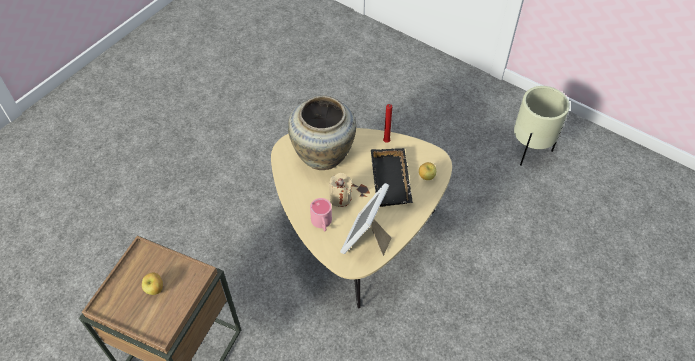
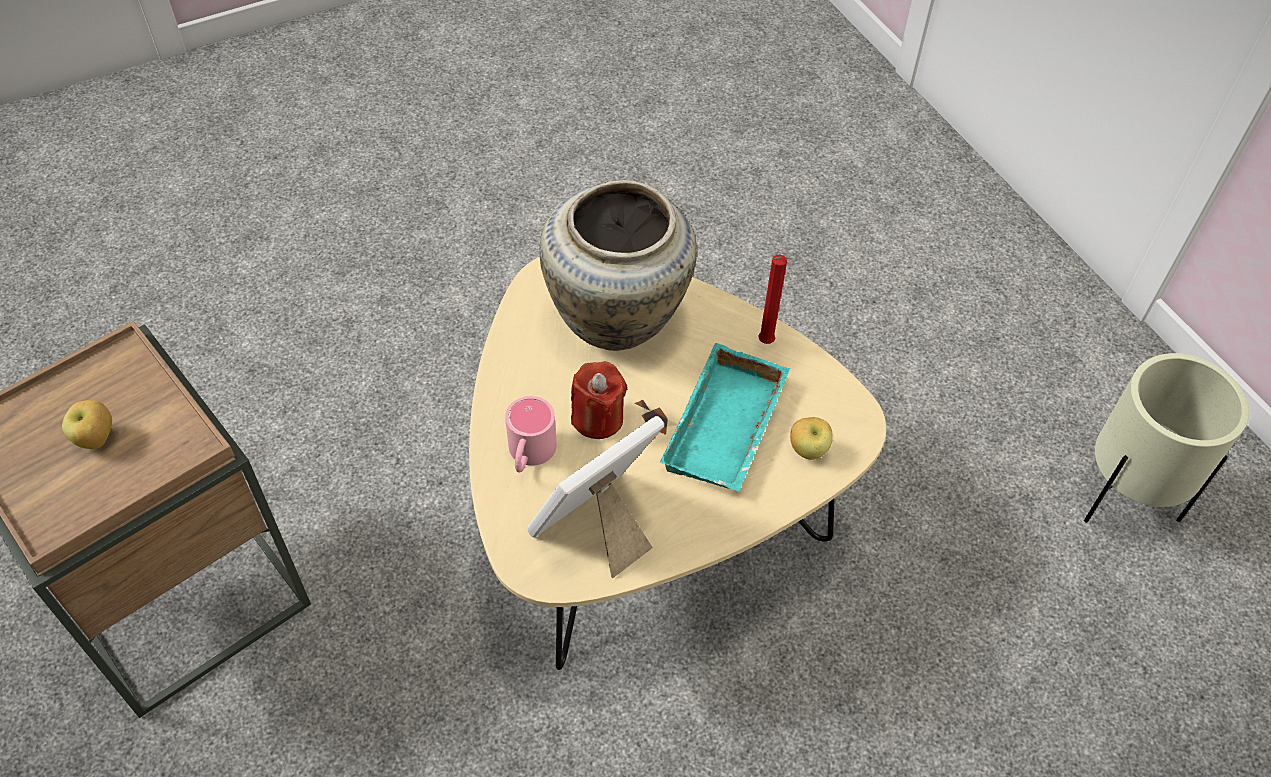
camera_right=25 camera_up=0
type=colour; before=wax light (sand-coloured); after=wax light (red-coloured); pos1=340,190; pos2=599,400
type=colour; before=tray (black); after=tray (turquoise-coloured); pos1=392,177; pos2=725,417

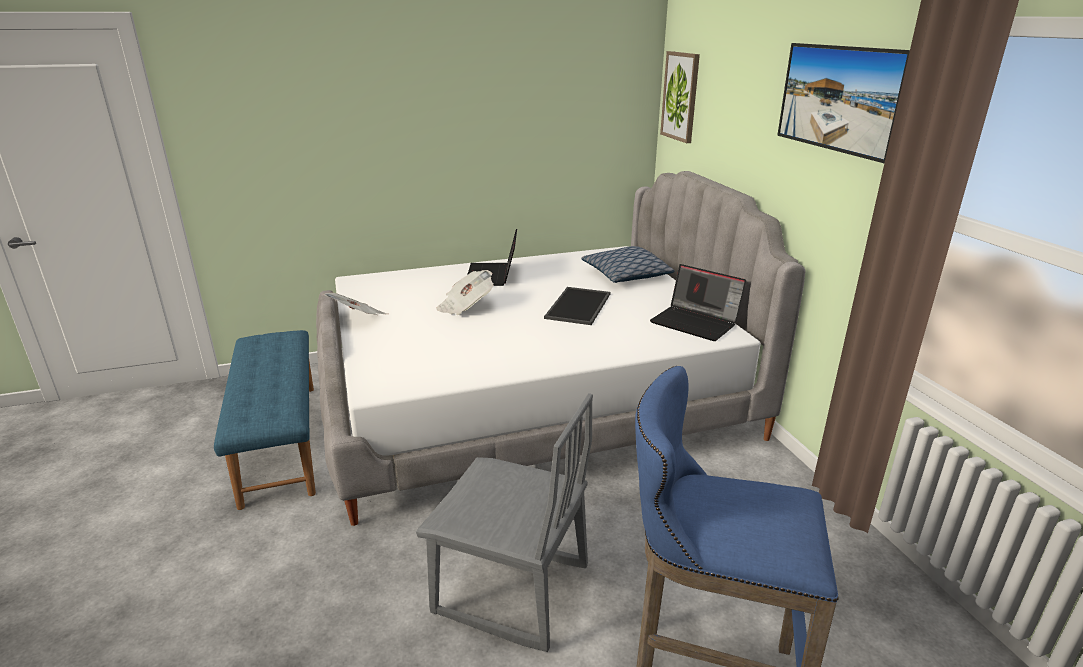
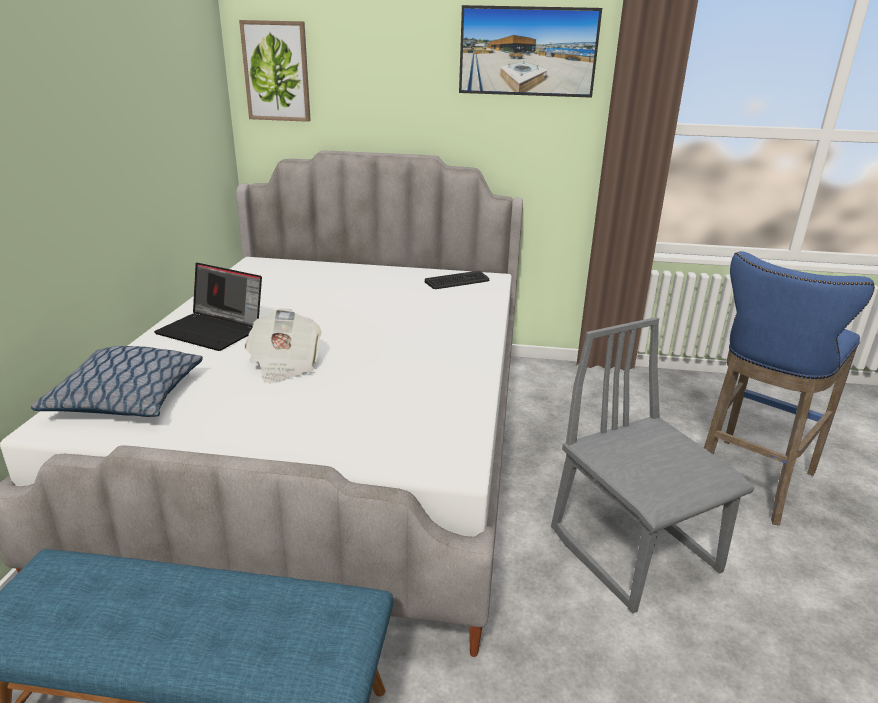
camera_right=-65 camera_up=0
type=missing; before=printed paper; pos1=355,304
type=missing; before=tray; pos1=577,306
type=relocated; before=pillow; pos1=628,264; pos2=117,381
type=exchanged; before=notebook computer; after=computer keyboard; pos1=698,302; pos2=457,280
type=spun; before=plain chair (gray); pos1=504,522; pos2=653,465; turn=-75

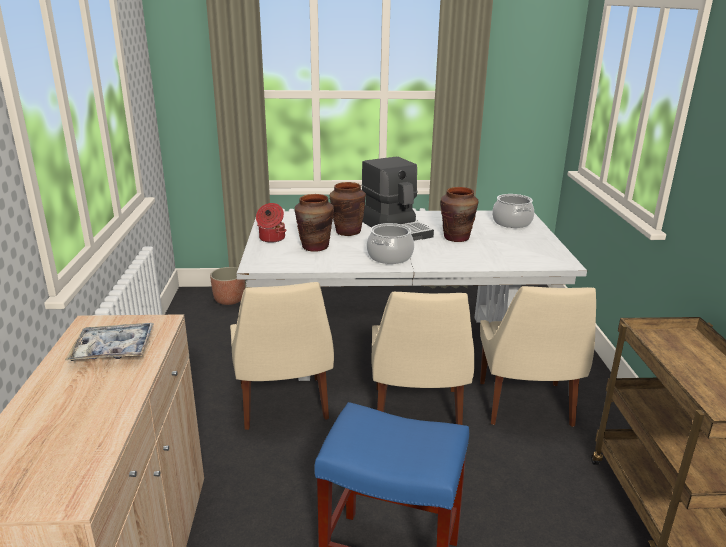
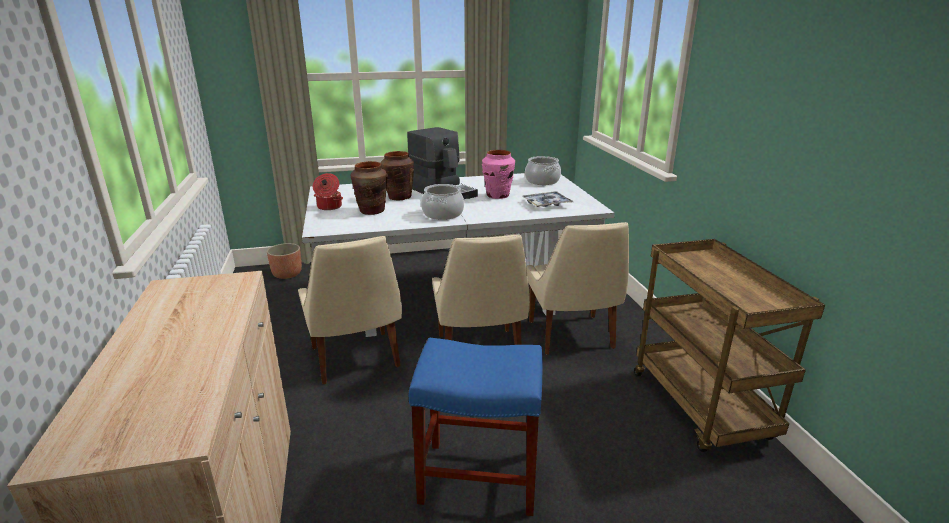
camera_right=-10 camera_up=0
type=relocated; before=tray; pos1=109,342; pos2=547,199
type=colour; before=flower vase (brownish); after=flower vase (pinkish); pos1=459,214; pos2=498,174

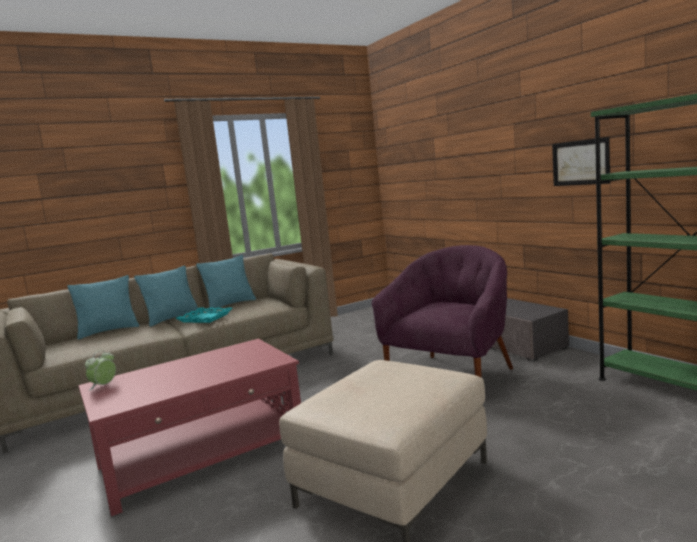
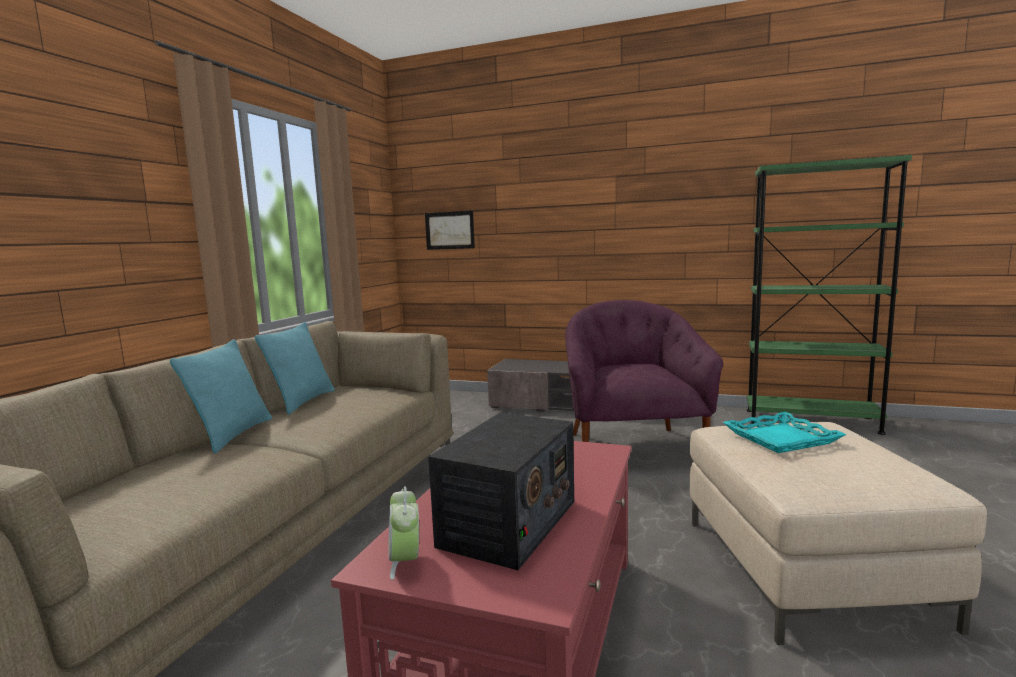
camera_right=-40 camera_up=0
type=missing; before=pillow (turquoise-coloured); pos1=103,307
type=appeared; after=radio; pos2=501,491
type=relocated; before=tray (turquoise-coloured); pos1=204,315; pos2=784,432
type=relocated; before=wall picture; pos1=581,161; pos2=450,230

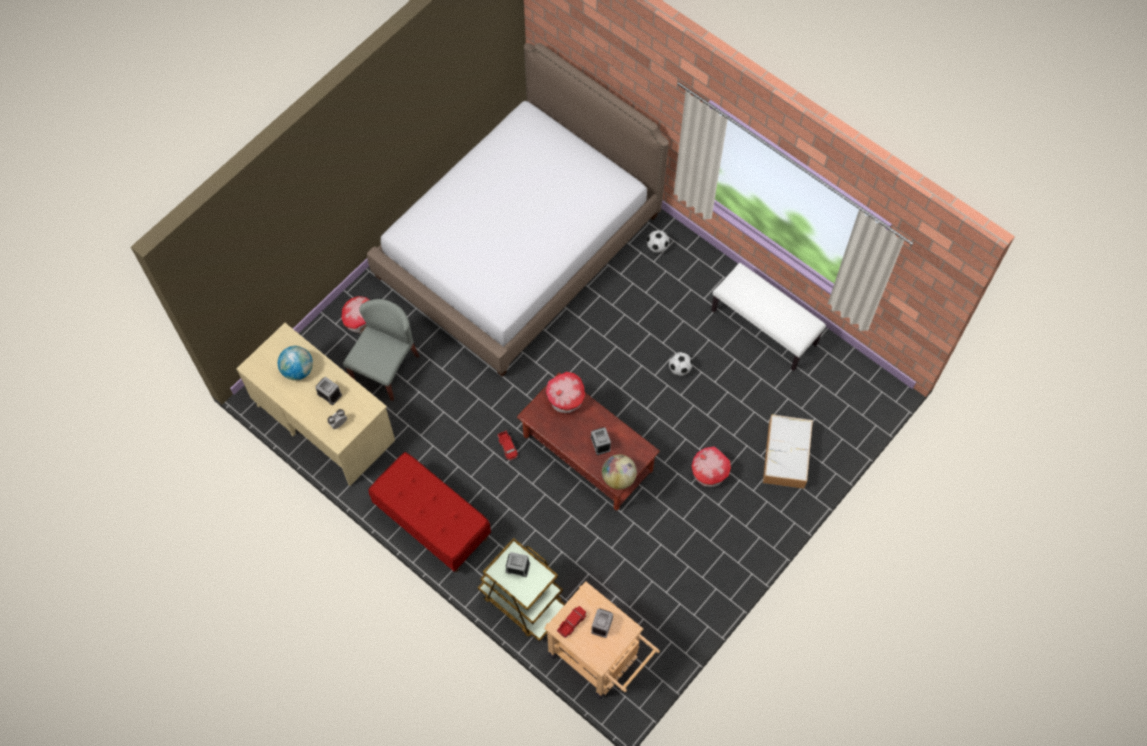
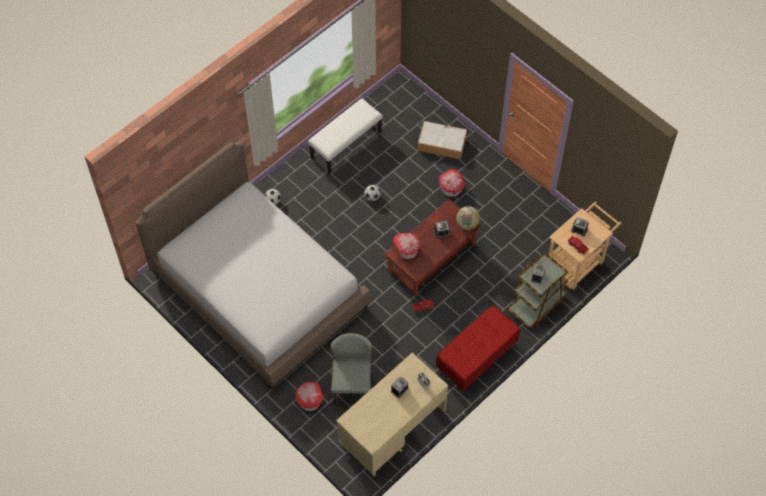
camera_right=-85 camera_up=-5
type=missing; before=desk globe; pos1=295,363
type=spun; before=plain chair (gray); pos1=381,350; pos2=351,368; turn=60

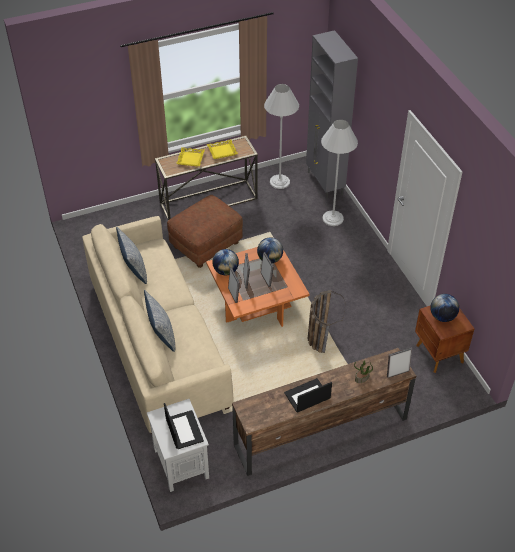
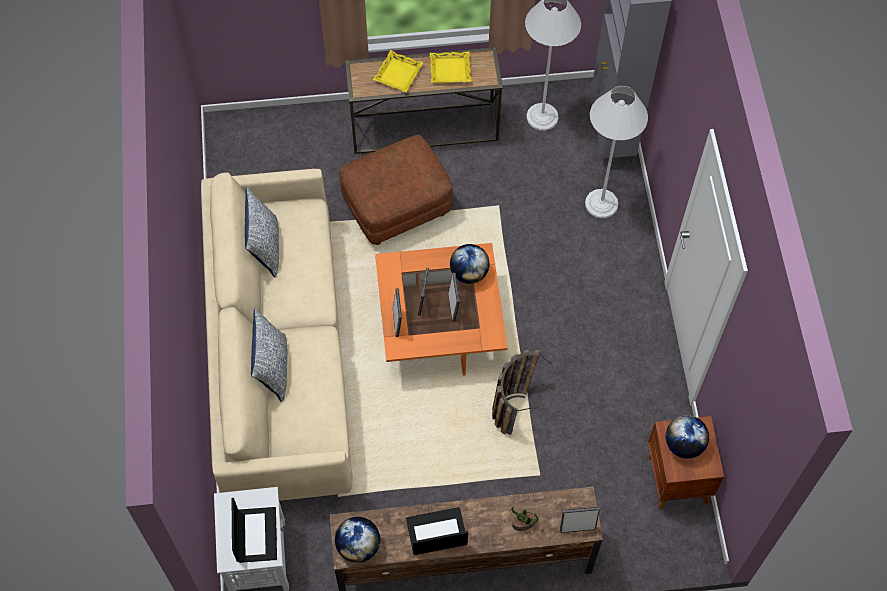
camera_right=15 camera_up=15
type=relocated; before=desk globe; pos1=225,262; pos2=357,540

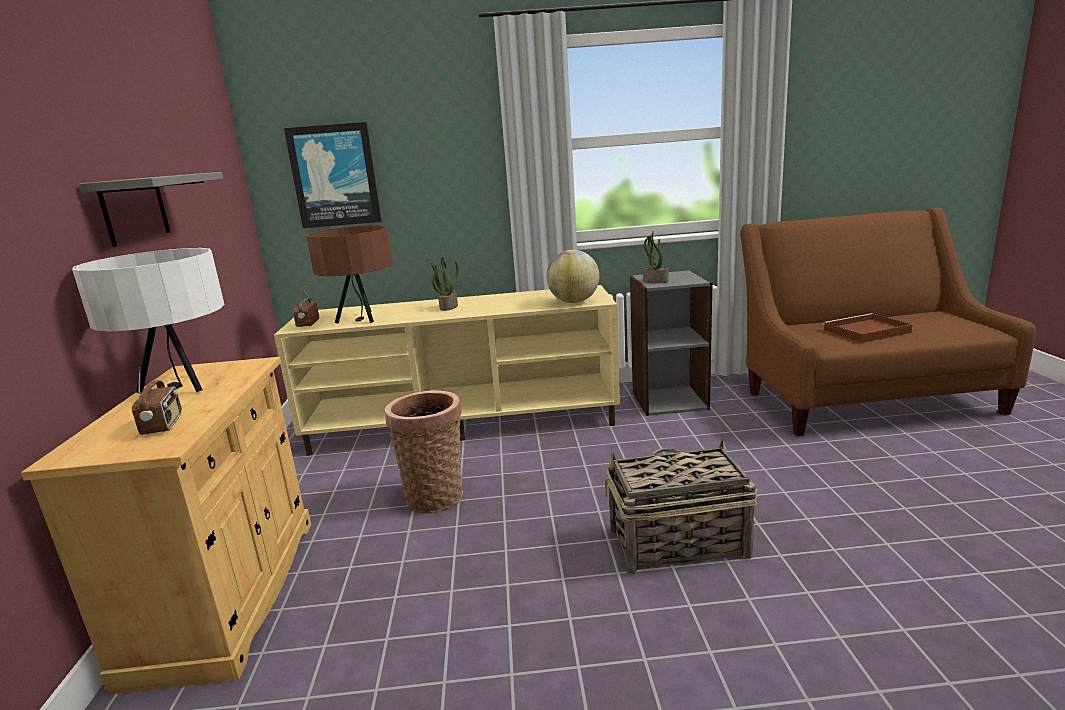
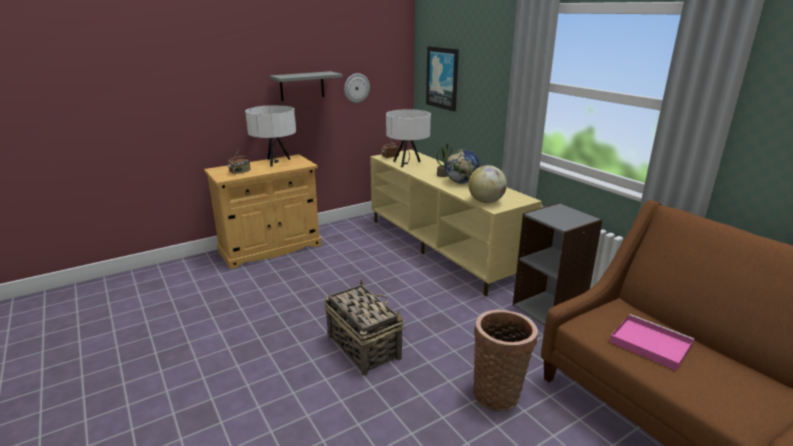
camera_right=60 camera_up=5
type=missing; before=potted plant; pos1=656,257
type=appeared; after=hanging clock; pos2=357,88
type=appeared; after=desk globe; pos2=462,166
type=relocated; before=storage basket; pos1=424,451; pos2=505,360
type=colour; before=lamp for a table (brownish); after=lamp for a table (whitish); pos1=349,274; pos2=408,138
type=colour; before=tray (brownish); after=tray (pinkish); pos1=868,328; pos2=651,342

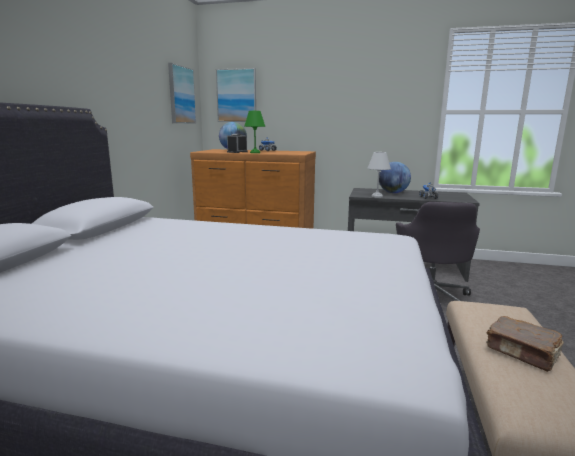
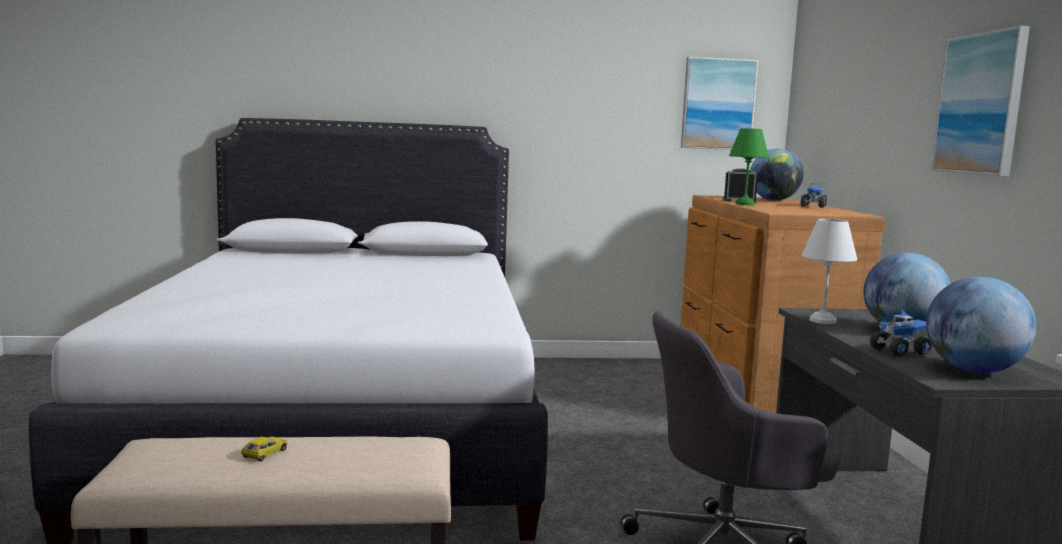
camera_right=70 camera_up=-5
type=appeared; after=desk globe; pos2=981,325
type=relocated; before=wall picture; pos1=236,95; pos2=980,101
type=exchanged; before=bound book (brownish); after=miniature car; pos1=525,344; pos2=264,449

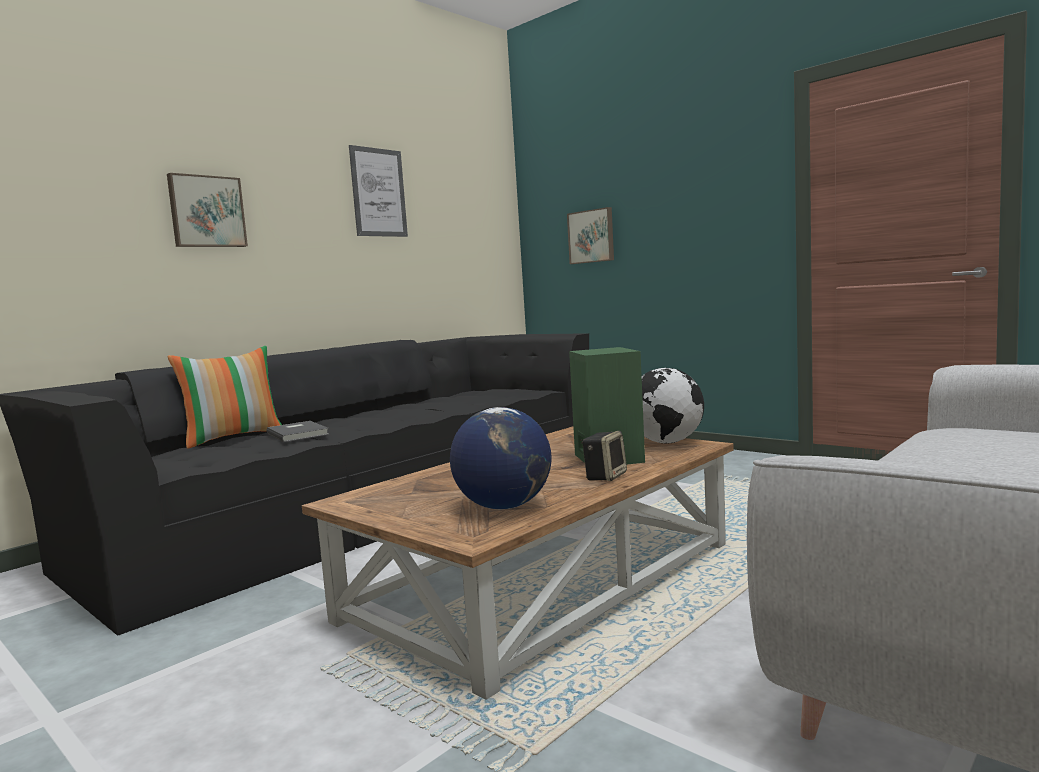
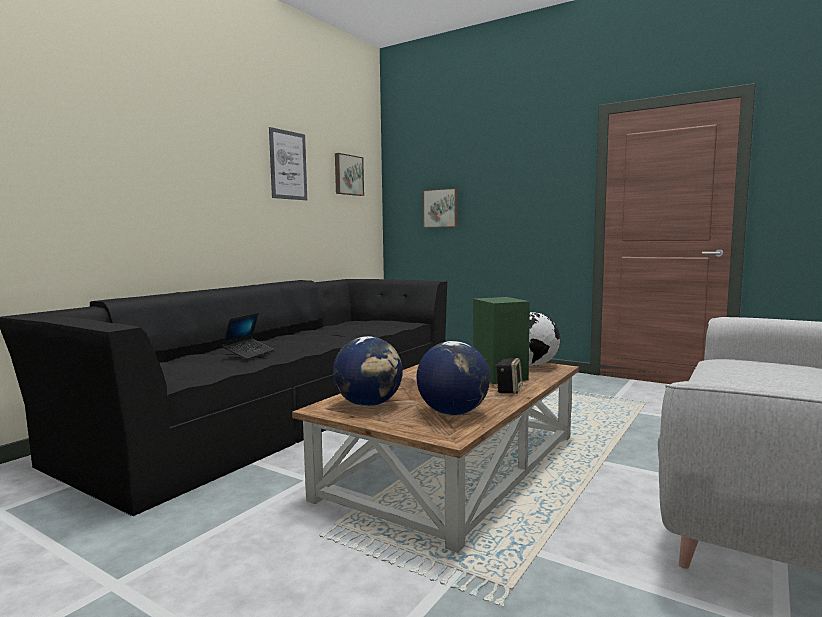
camera_right=-10 camera_up=0
type=missing; before=pillow; pos1=224,397
type=appeared; after=desk globe; pos2=368,371
type=relocated; before=wall picture; pos1=207,210; pos2=349,174
type=exchanged; before=bound book (gray); after=notebook computer; pos1=298,431; pos2=248,336

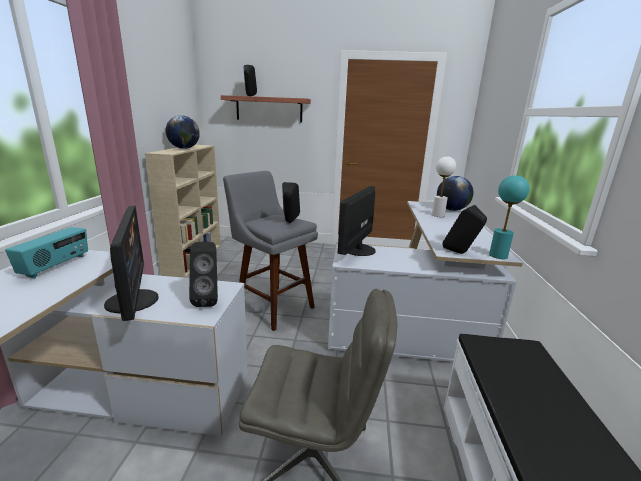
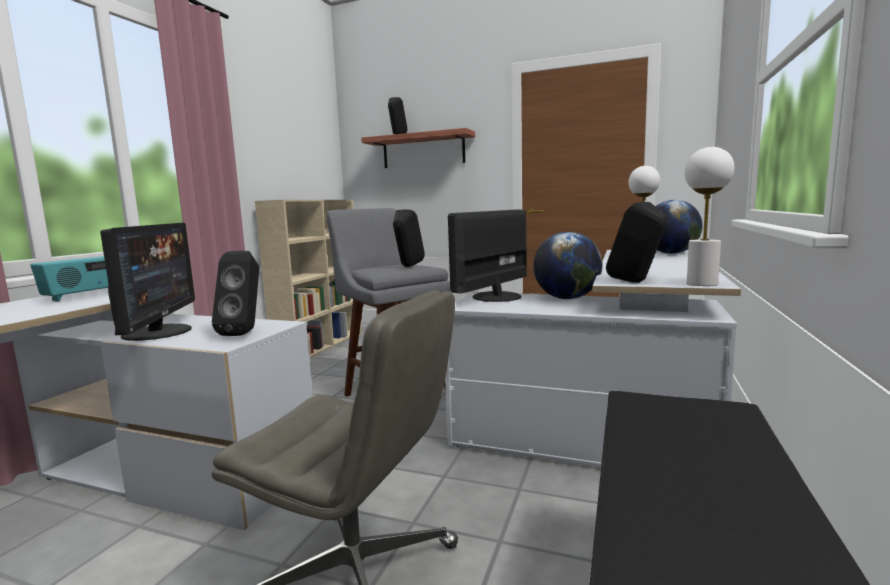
camera_right=15 camera_up=-10
type=relocated; before=desk globe; pos1=183,132; pos2=568,265
type=colour; before=lamp for a table (turquoise-coloured); after=lamp for a table (whitish); pos1=509,217; pos2=709,216

